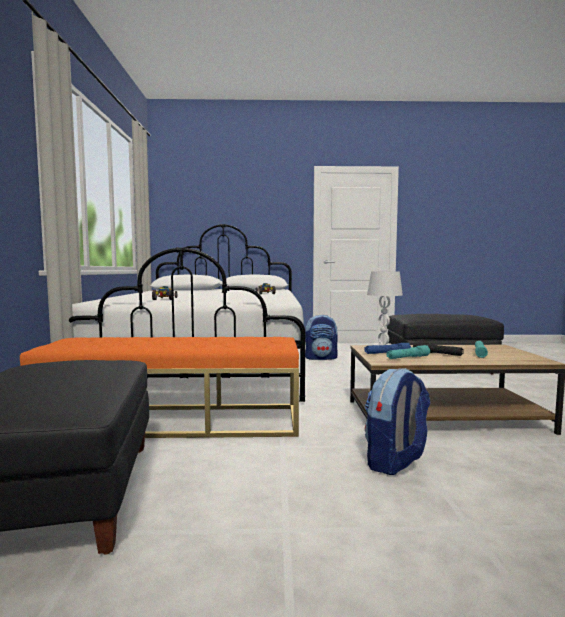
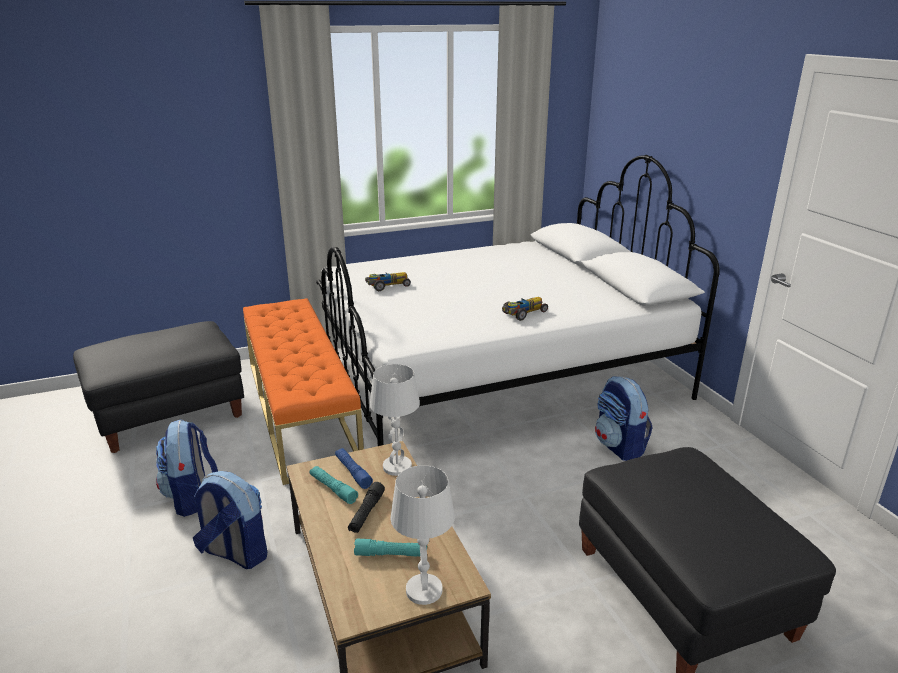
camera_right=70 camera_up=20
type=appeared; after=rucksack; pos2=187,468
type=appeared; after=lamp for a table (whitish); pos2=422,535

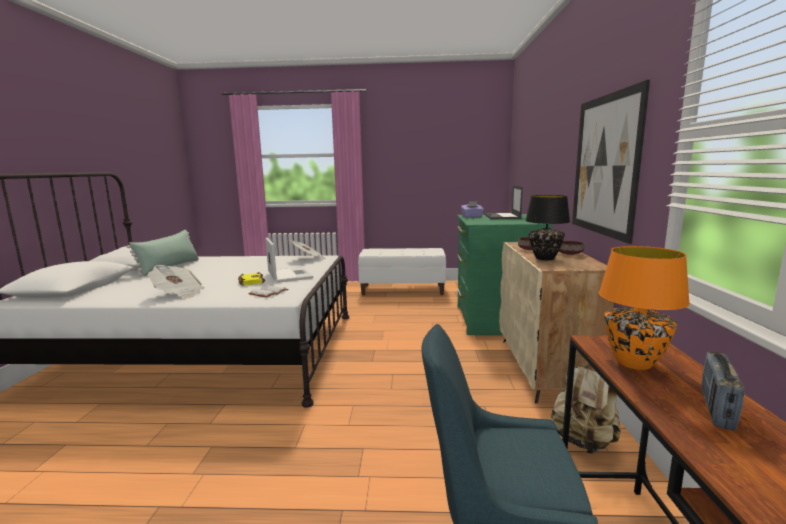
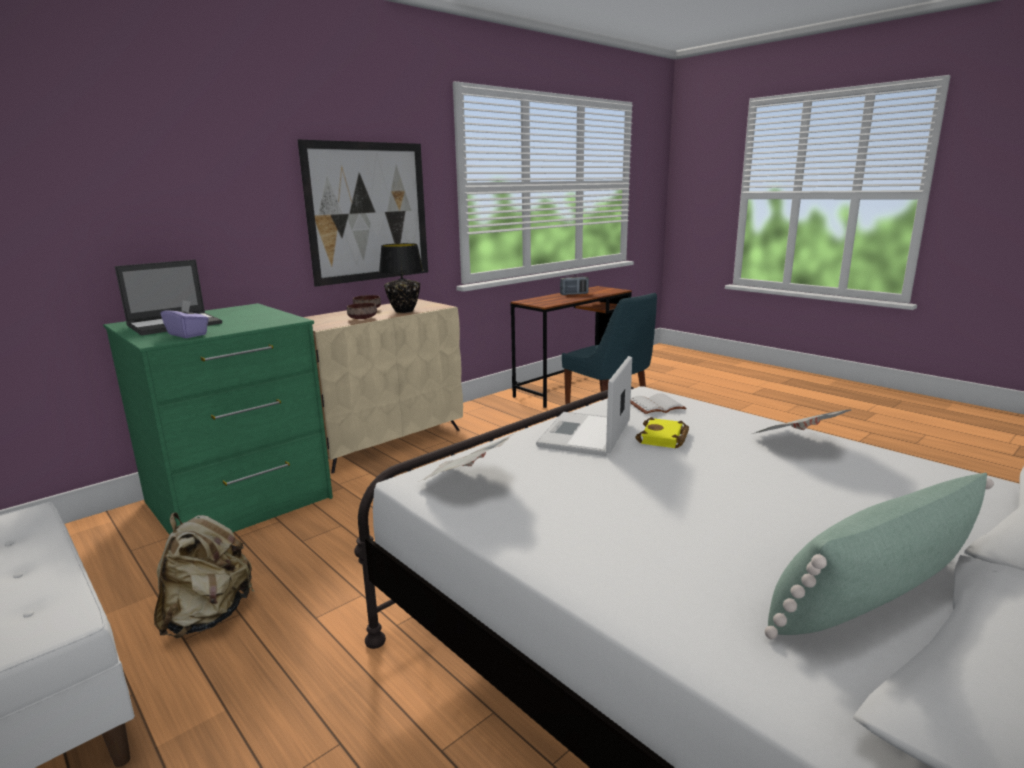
camera_right=-135 camera_up=5
type=missing; before=lamp for a table (orange-coloured); pos1=644,308
type=relocated; before=rucksack (sand-coloured); pos1=586,408; pos2=204,575

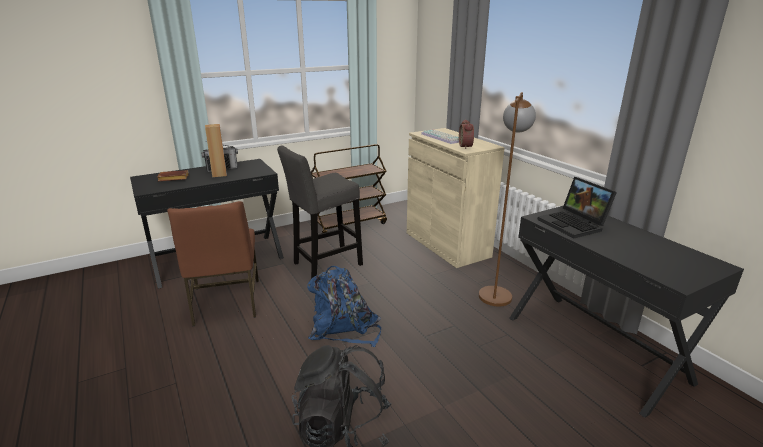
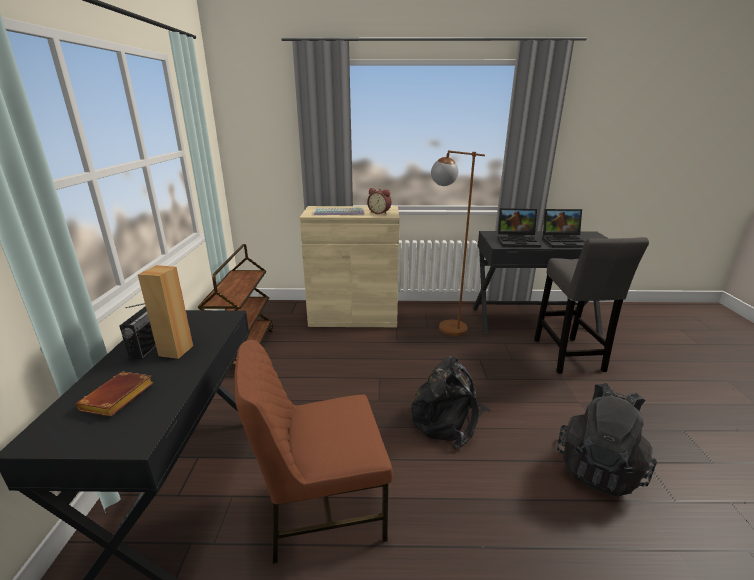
camera_right=-60 camera_up=0
type=appeared; after=notebook computer; pos2=563,228
type=relocated; before=sitting stool (gray); pos1=320,212; pos2=591,305
type=colour; before=rucksack (blue-coloured); after=rucksack (black); pos1=344,306; pos2=451,402
type=spun; before=plain chair (brownish); pos1=213,263; pos2=314,452; turn=150

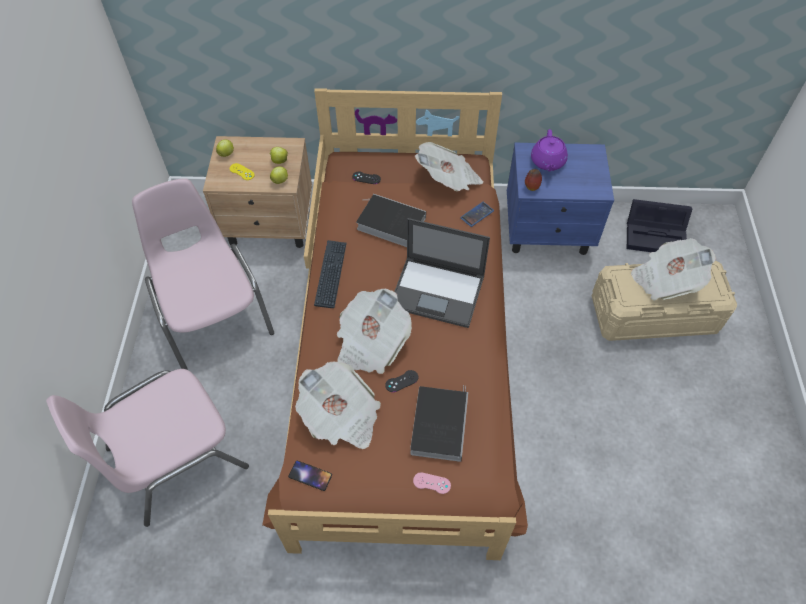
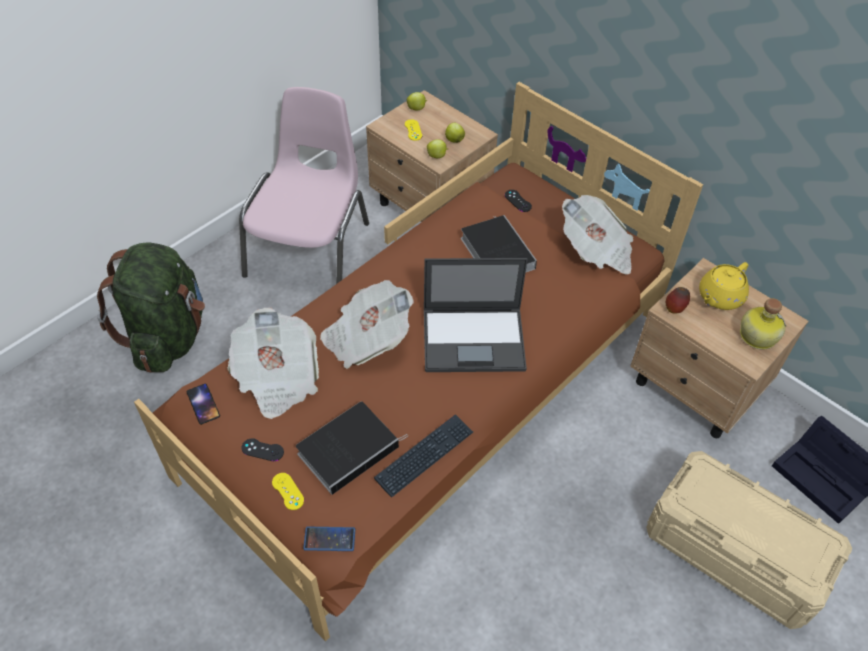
camera_right=40 camera_up=-5
type=missing; before=printed paper; pos1=673,269
type=appeared; after=drink bottle; pos2=763,324
type=relocated; before=computer keyboard; pos1=330,274; pos2=423,455
type=relocated; before=game controller (black); pos1=401,381; pos2=262,449
type=relocated; before=handset; pos1=477,214; pos2=329,539
type=exchanged; before=plain chair (pinkish); after=rucksack (green); pos1=147,448; pos2=151,308
type=colour; before=game controller (pinkish); after=game controller (yellowish); pos1=432,483; pos2=288,491
type=colour; before=nightstand (blue-coloured); after=nightstand (sand-coloured); pos1=560,199; pos2=719,348
type=colour; before=teapot (purple-coloured); after=teapot (yellowish); pos1=549,150; pos2=724,286
type=spun; before=notebook computer; pos1=442,273; pos2=476,315; turn=-60

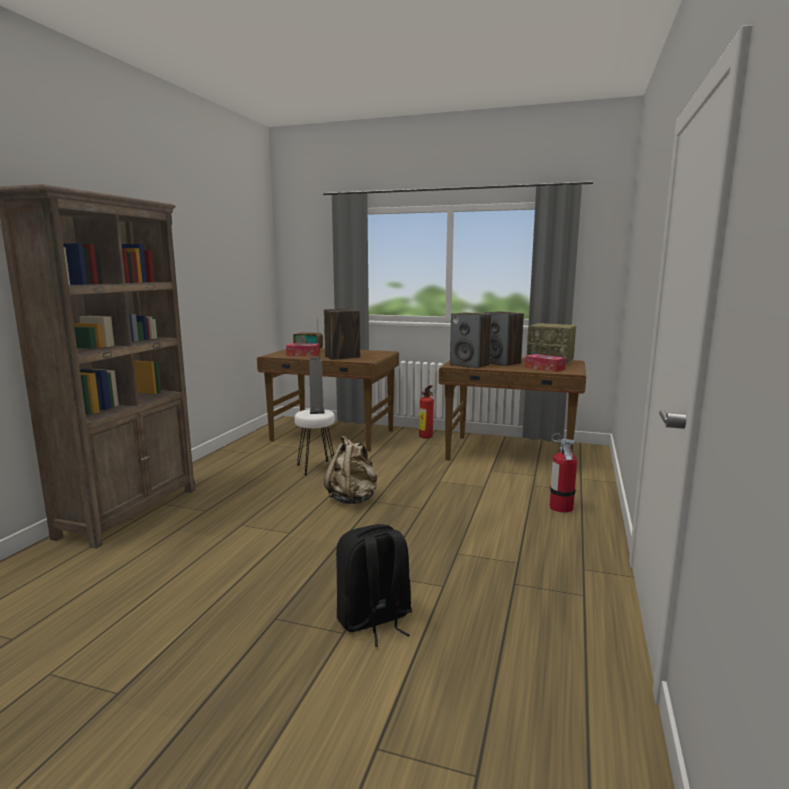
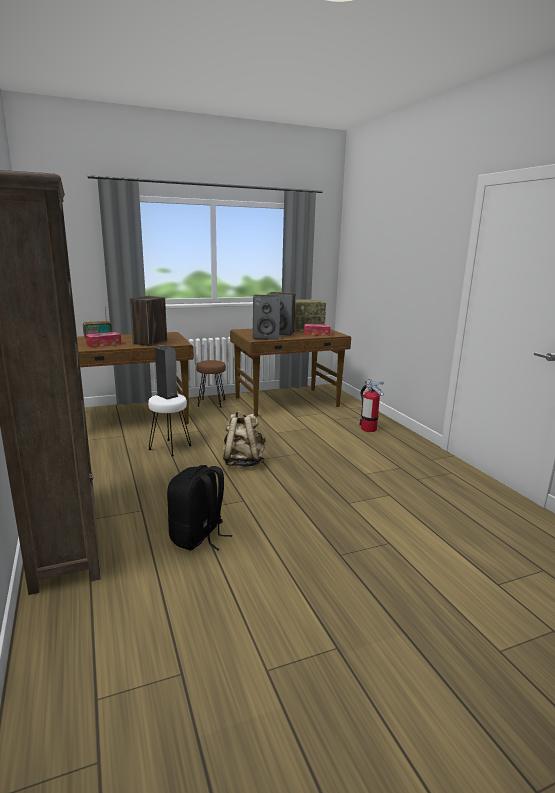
camera_right=-40 camera_up=5
type=relocated; before=rucksack (black); pos1=374,585; pos2=199,508
type=exchanged; before=extinguisher; after=sitting stool (brownish); pos1=426,412; pos2=211,383

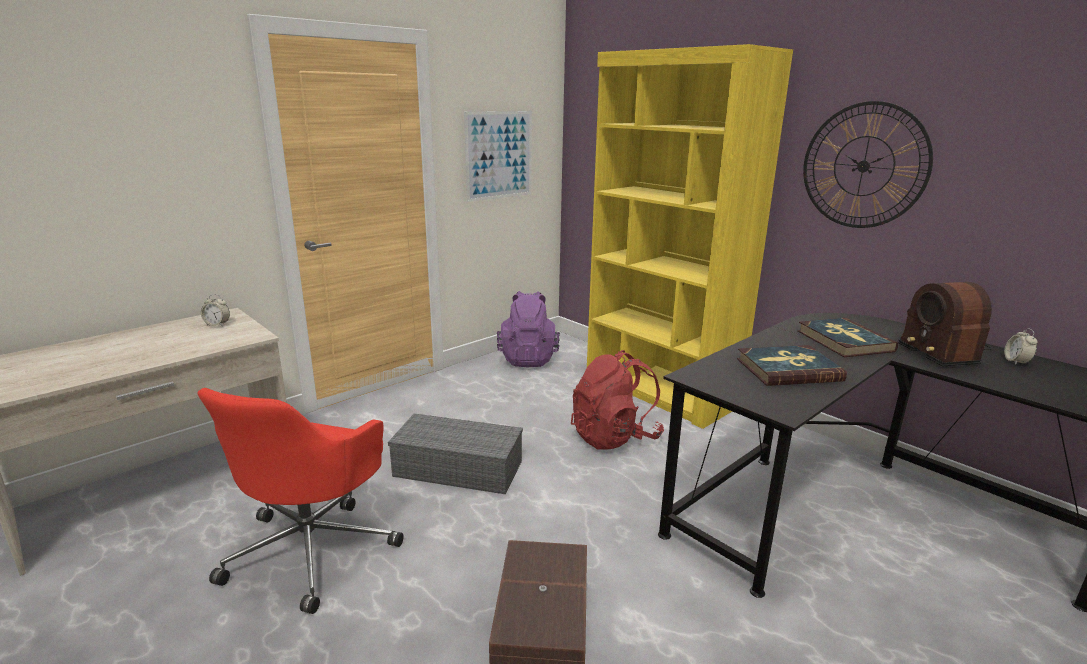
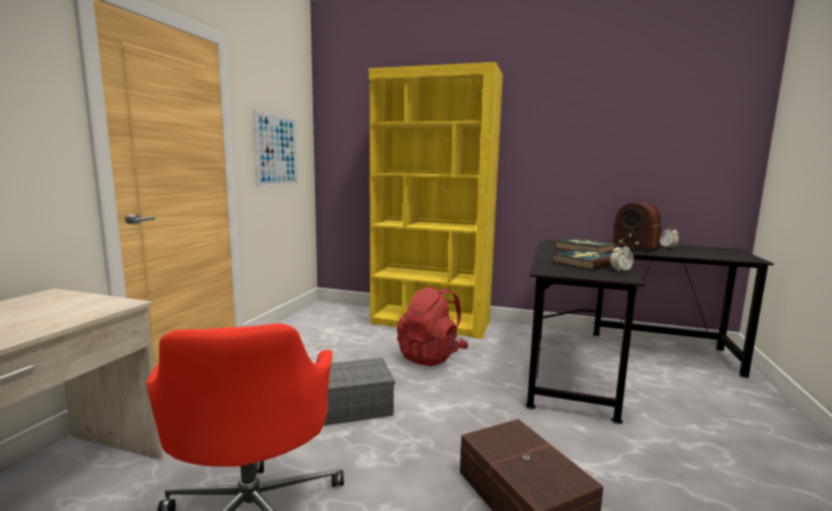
camera_right=-30 camera_up=-10
type=missing; before=rucksack (purple-coloured); pos1=528,329
type=missing; before=hanging clock; pos1=868,164
type=relocated; before=alarm clock; pos1=215,310; pos2=622,257

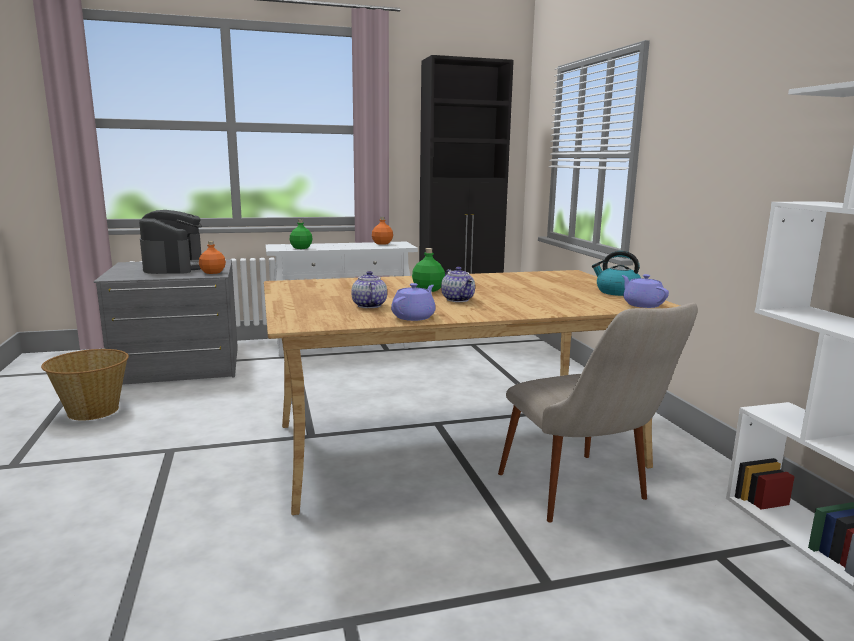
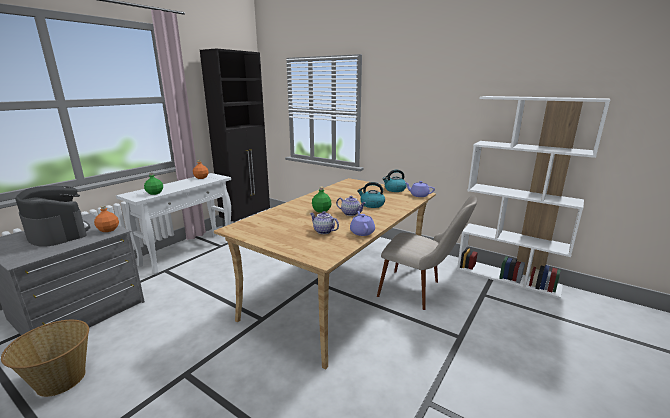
camera_right=-40 camera_up=5
type=appeared; after=kettle; pos2=371,195

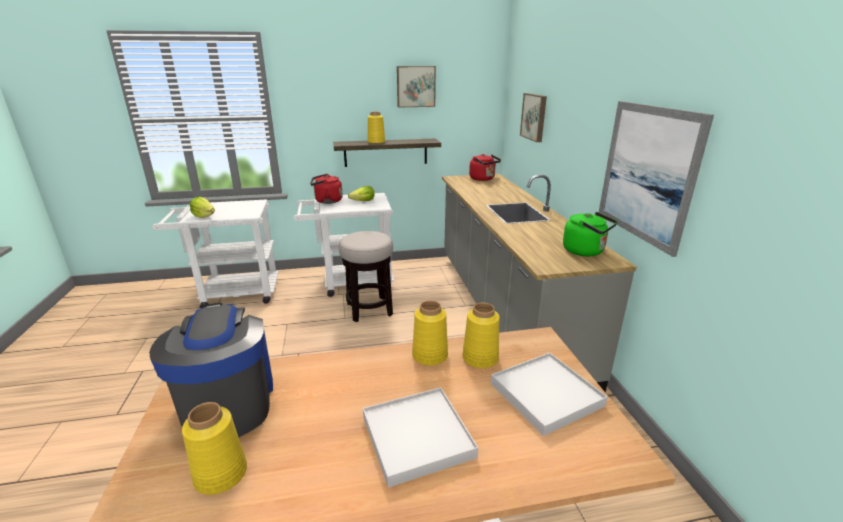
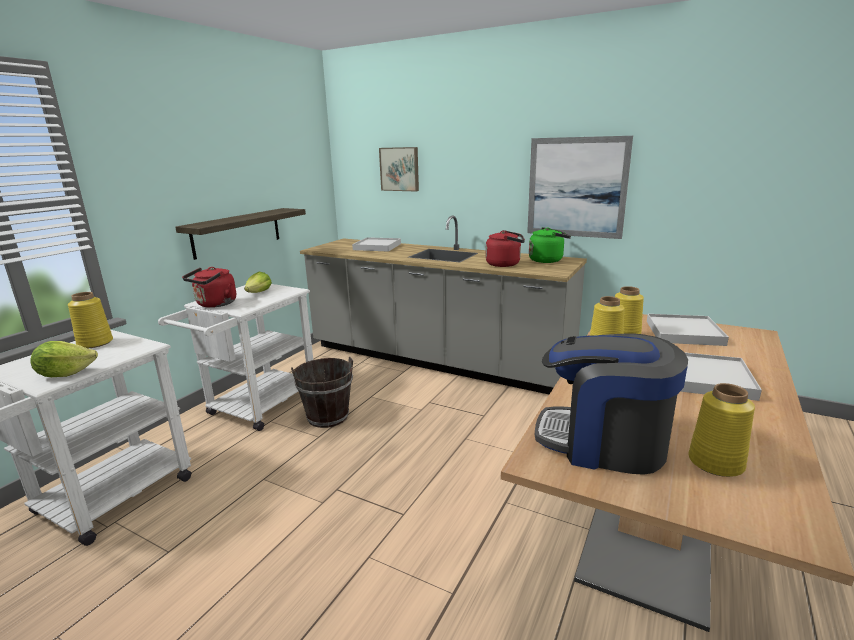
camera_right=-50 camera_up=-5
type=missing; before=wall picture; pos1=416,87
type=appeared; after=tray (whitish); pos2=376,244
type=relocated; before=flower vase (yellowish); pos1=376,128; pos2=90,320
type=relocated; before=kettle (red-coloured); pos1=485,167; pos2=505,248
type=exchanged; before=sitting stool; after=pail (brownish); pos1=365,276; pos2=322,392

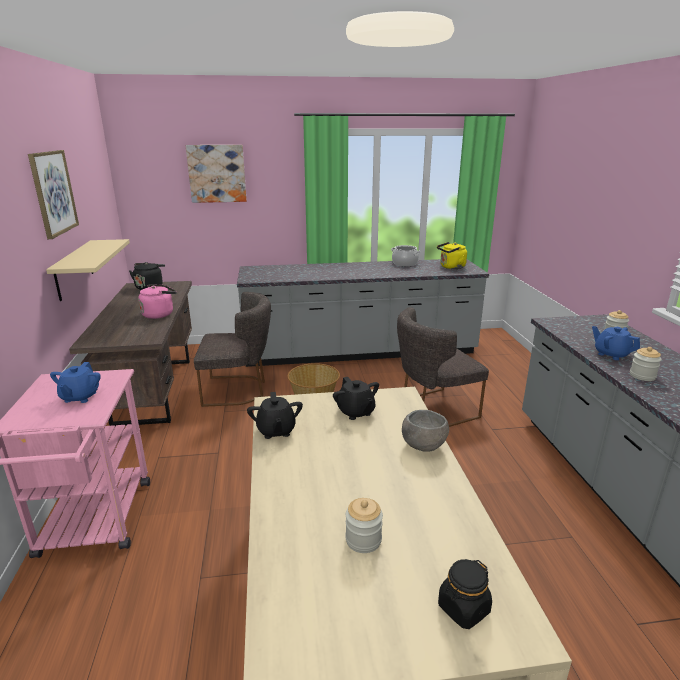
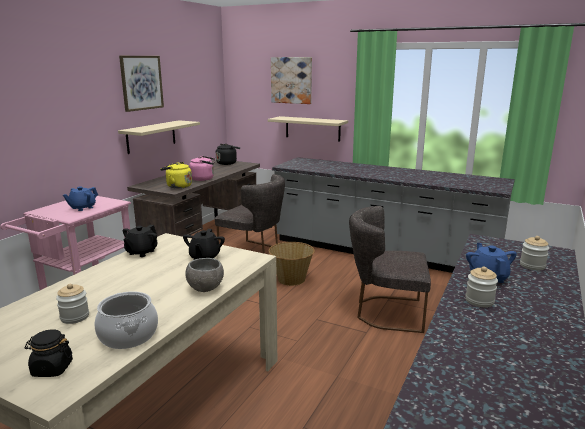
camera_right=35 camera_up=-5
type=appeared; after=shelf (sand-coloured); pos2=308,128
type=relocated; before=stockpot; pos1=405,255; pos2=126,320
type=relocated; before=kettle (yellowish); pos1=452,255; pos2=176,175

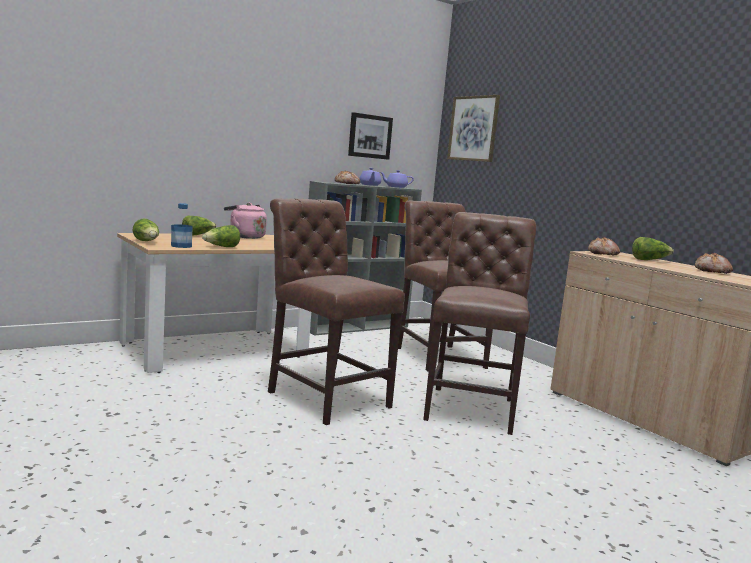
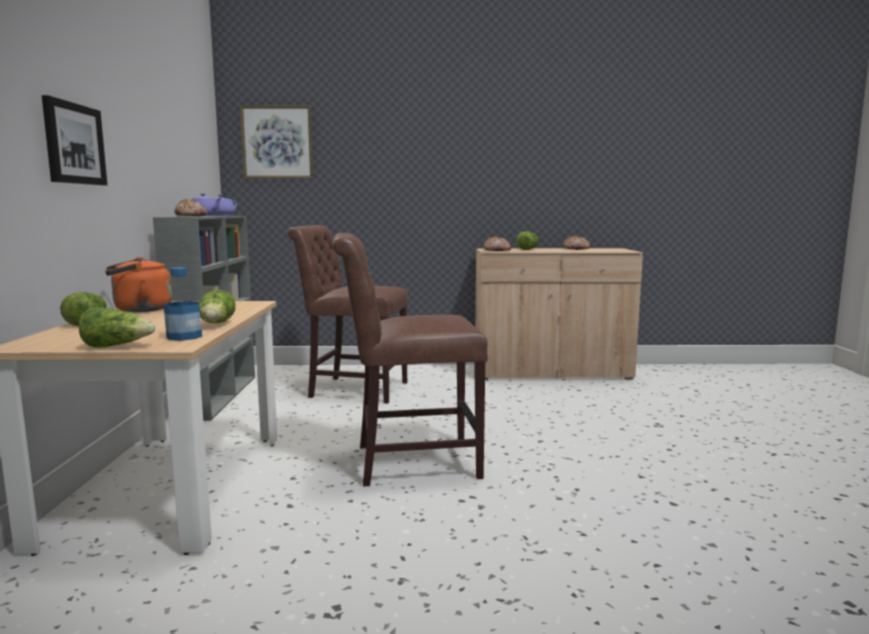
camera_right=-55 camera_up=0
type=missing; before=plain chair (brownish); pos1=479,323
type=relocated; before=wall picture; pos1=370,136; pos2=74,140
type=colour; before=kettle (pinkish); after=kettle (orange-coloured); pos1=245,221; pos2=138,284

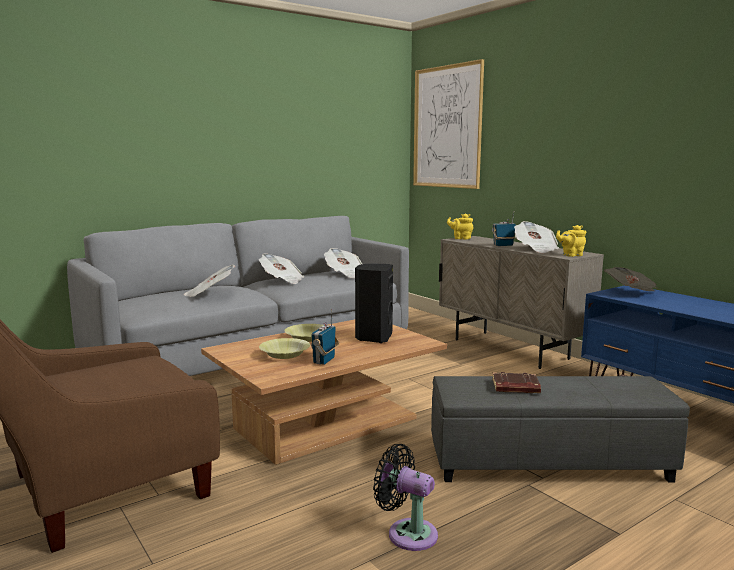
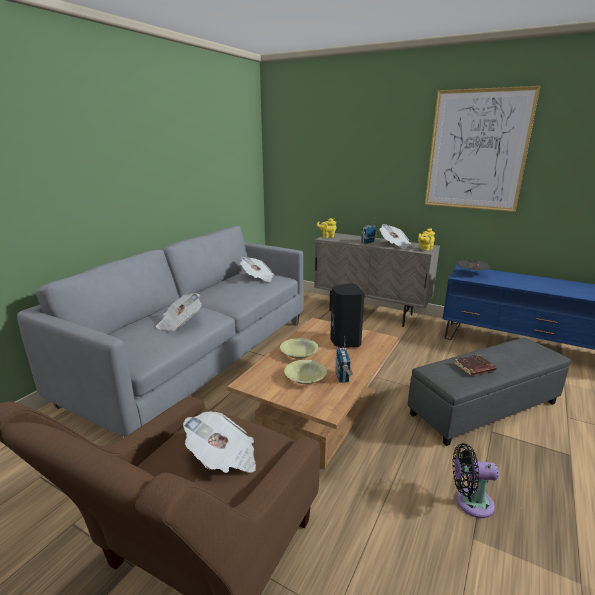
camera_right=-25 camera_up=10
type=relocated; before=printed paper; pos1=281,268; pos2=219,442
type=relocated; before=wall picture; pos1=448,124; pos2=482,149

